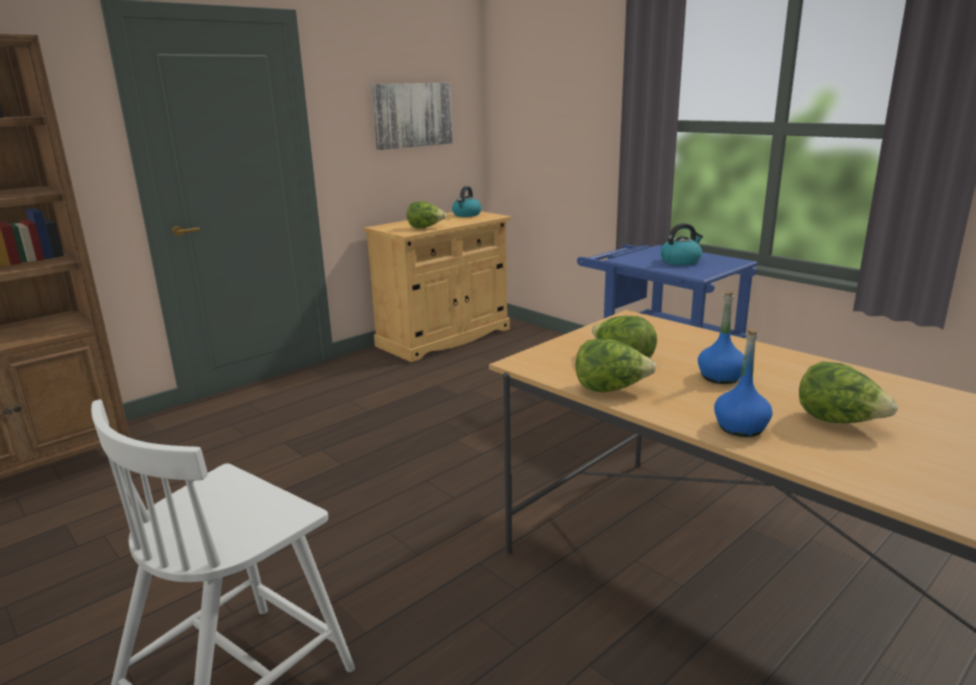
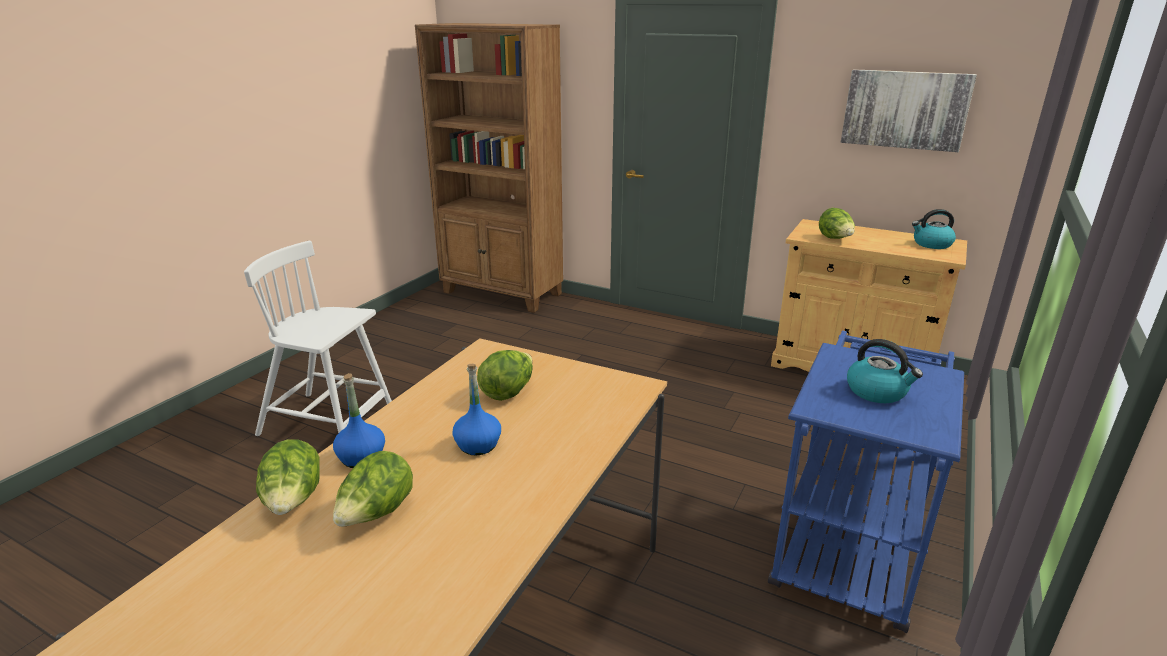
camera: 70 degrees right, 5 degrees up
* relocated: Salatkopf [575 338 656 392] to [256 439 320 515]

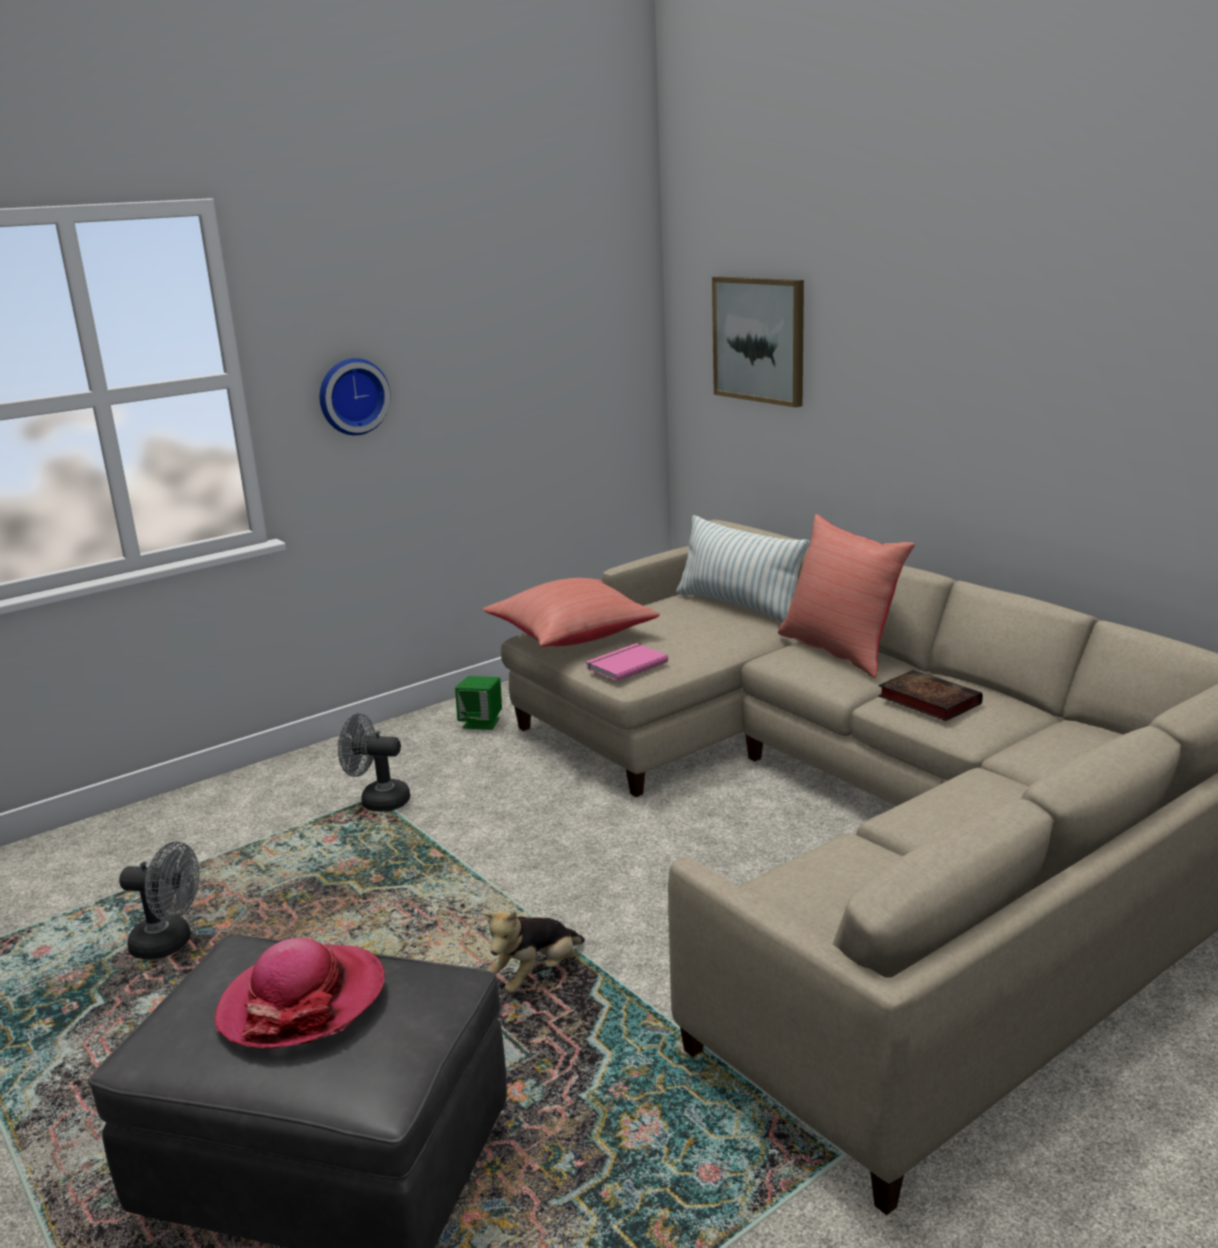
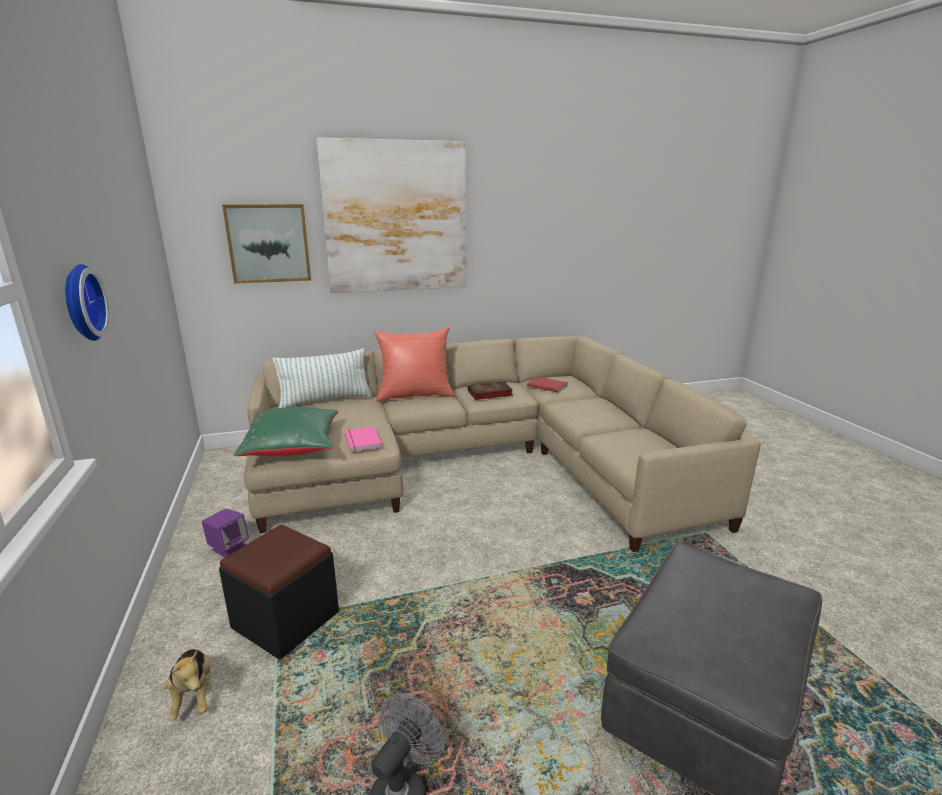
camera: 70 degrees left, 0 degrees up
* missing: Hut [214 938 385 1049]
* appeared: Bild [316 137 466 293]
* appeared: Buch/rot [527 377 568 392]
* relocated: Plüschtier [483 911 585 993] to [162 649 211 721]
* exchanged: Ventilator/grau [338 713 410 811] to Polsterhocker/schwarz [219 525 339 660]
* colour: Lautsprecher/grün [455 676 502 730] to Lautsprecher/lila [202 509 249 557]
* colour: Kissen/rot [483 578 660 647] to Kissen/grün [233 407 338 456]

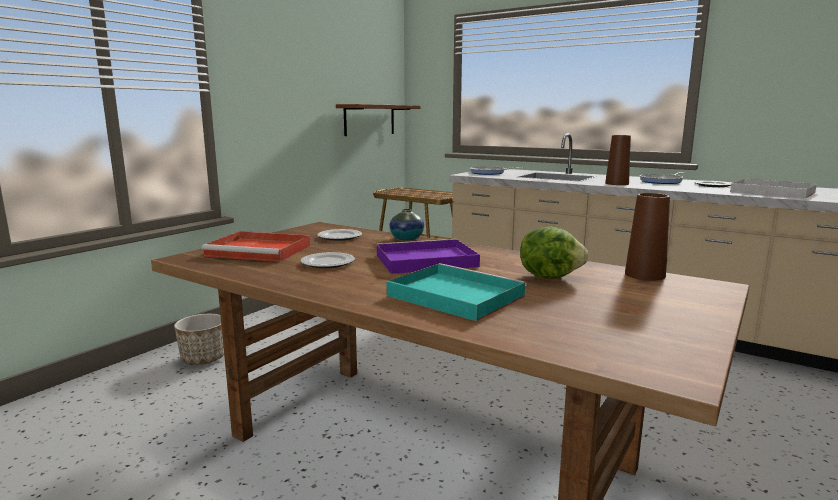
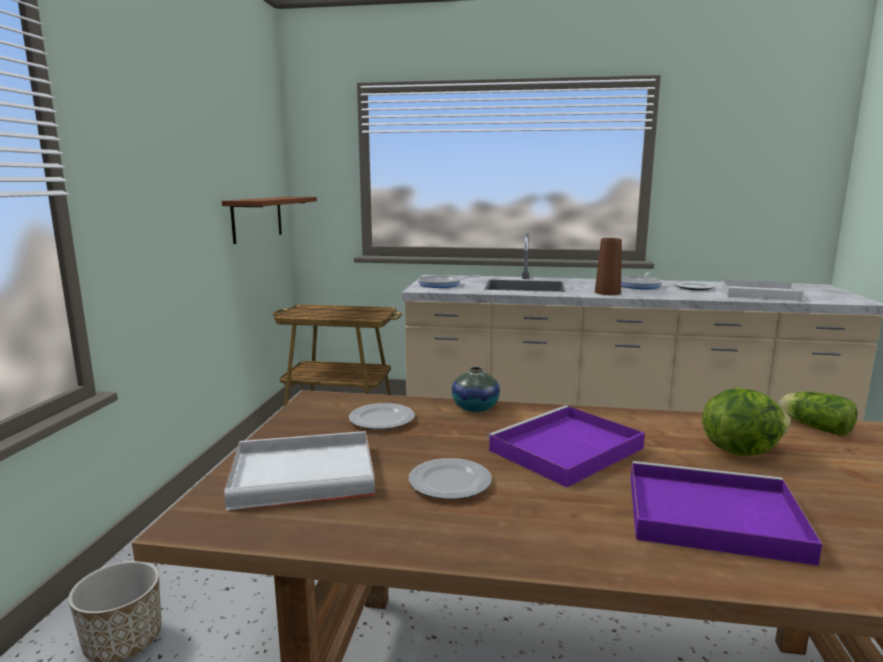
camera: 25 degrees left, 0 degrees up
* exchanged: Vase/braun [625 193 670 281] to Salatkopf [779 391 858 436]
* colour: Tablett/rot [202 231 311 262] to Tablett/weiß [224 431 375 510]
* colour: Tablett/türkis [386 263 527 321] to Tablett/lila [631 461 822 566]

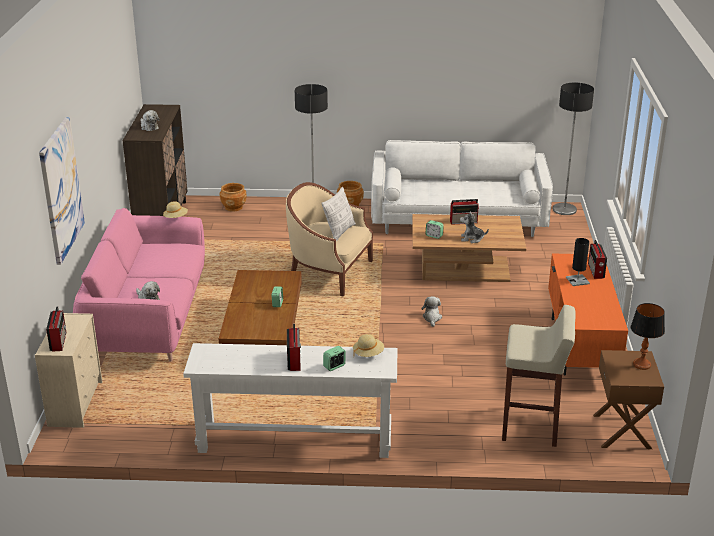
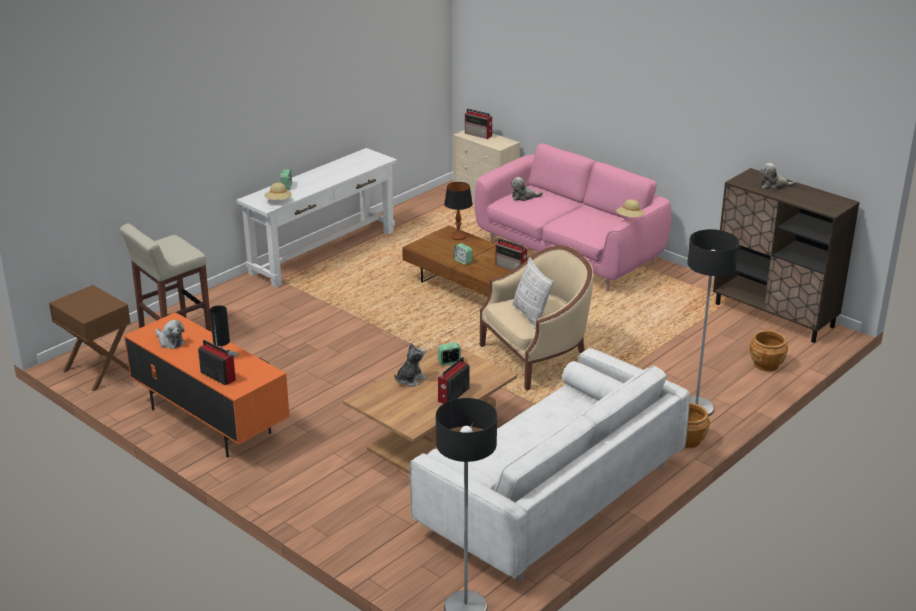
camera: 130 degrees right, 0 degrees up
* missing: Bild [39 117 85 265]
* relocated: Radio [287 324 301 371] to [495 238 527 271]
* relocated: Plüschtier [421 296 442 327] to [156 320 185 349]
* relocated: Tischlampe [631 303 665 370] to [444 182 473 240]

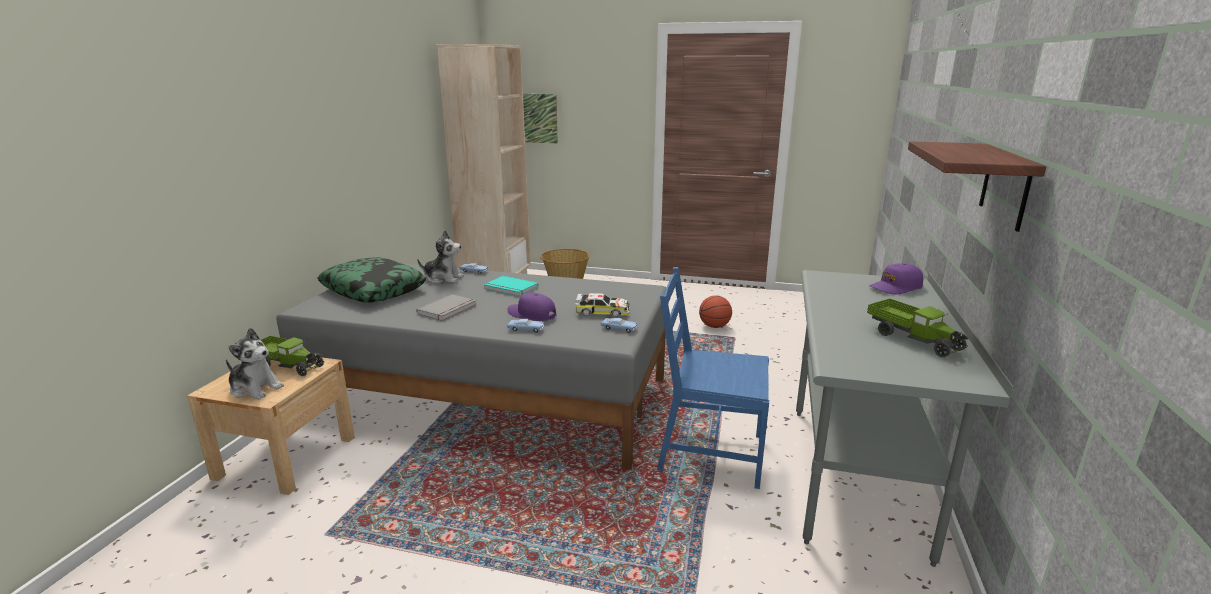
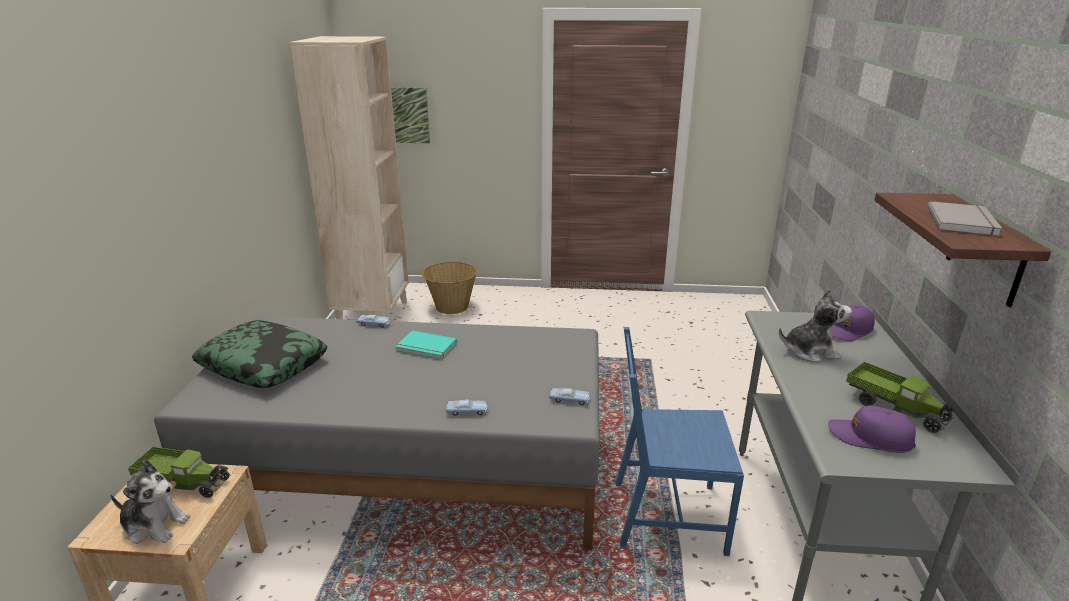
camera: 10 degrees left, 5 degrees up
* missing: Spielzeugauto [575 293 630 317]
* missing: Basketball [699 296 732 328]
* relocated: Buch/grau [416 294 477 321] to [927 201 1003 236]
* relocated: Plüschtier [417 230 464 284] to [779 288 852 362]
* relocated: Kappe/lila [507 292 556 321] to [828 406 916 453]

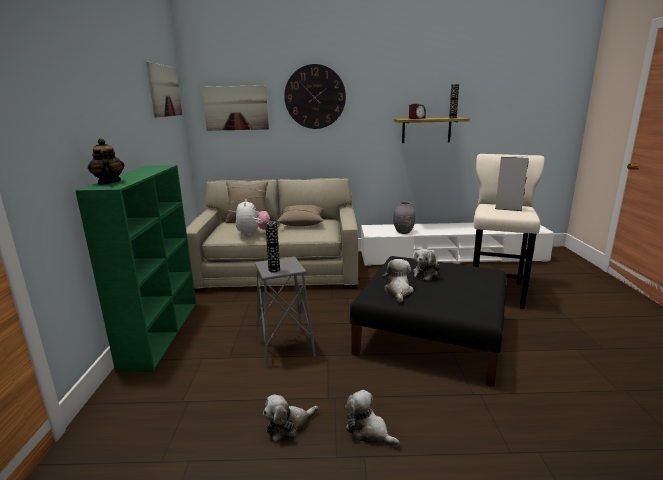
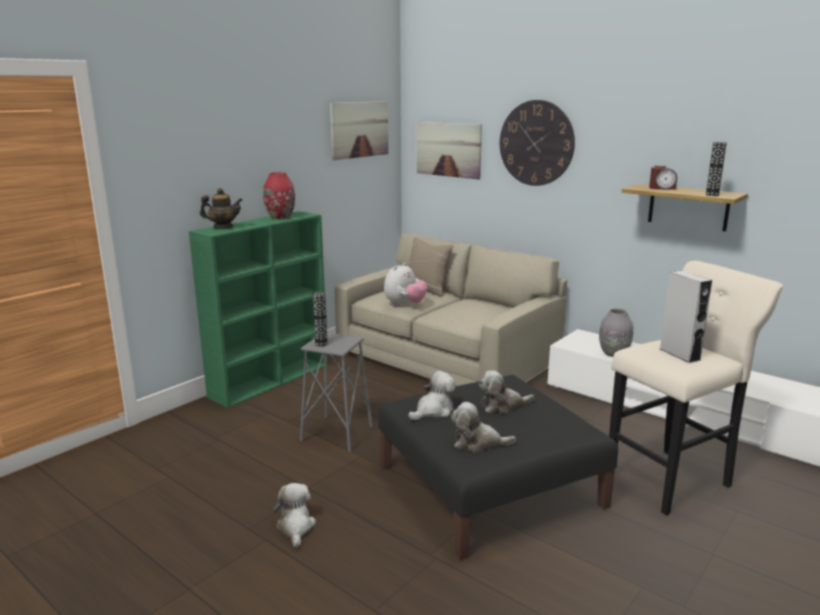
camera: 40 degrees right, 0 degrees up
* missing: Kissen/beige [276 205 324 226]
* appeared: Vase/rot [263 172 295 219]
* relocated: Plüschtier [263 395 318 442] to [451 402 516 453]
* spun: Teekanne [88 138 124 184] = [200 188 243 228] 75 degrees clockwise

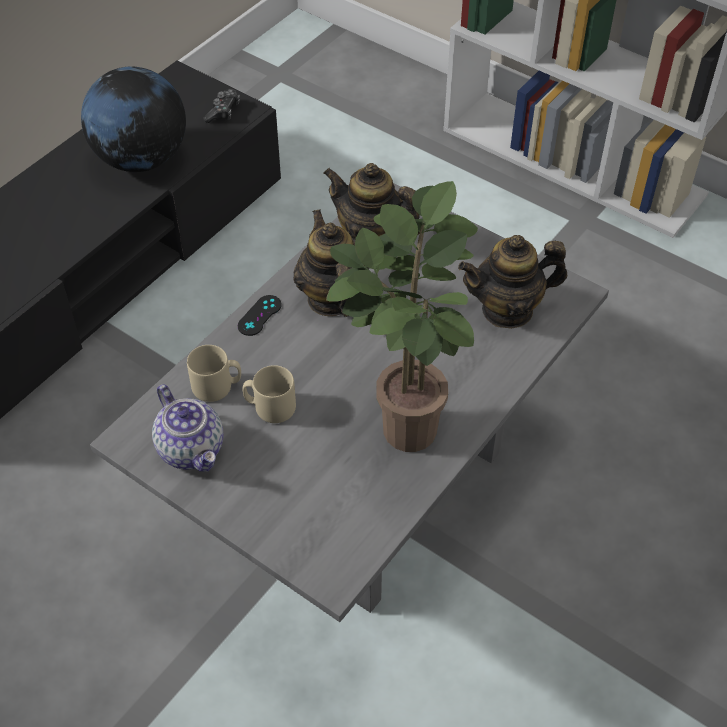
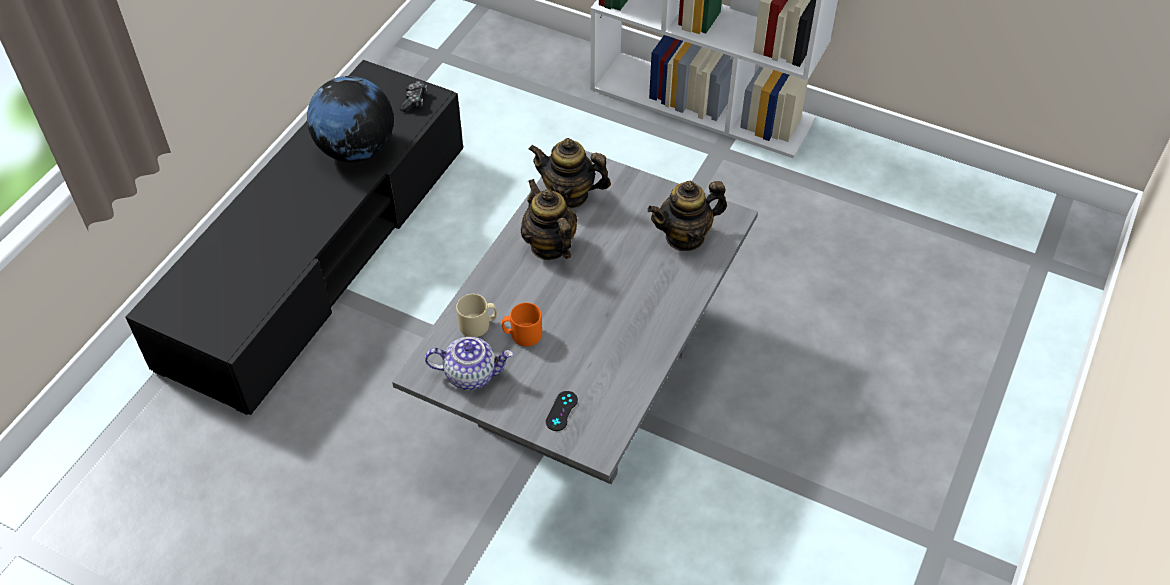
camera: 10 degrees left, 0 degrees up
* missing: Topfpflanze [326 181 478 452]
* relocated: Gamepad/schwarz [238 295 282 336] to [546 391 578 431]
* colour: Henkelbecher/beige [243 365 296 423] to Henkelbecher/orange [502 303 542 347]
* spun: Teekanne [152 384 223 472] = [425 337 513 390] 45 degrees counterclockwise

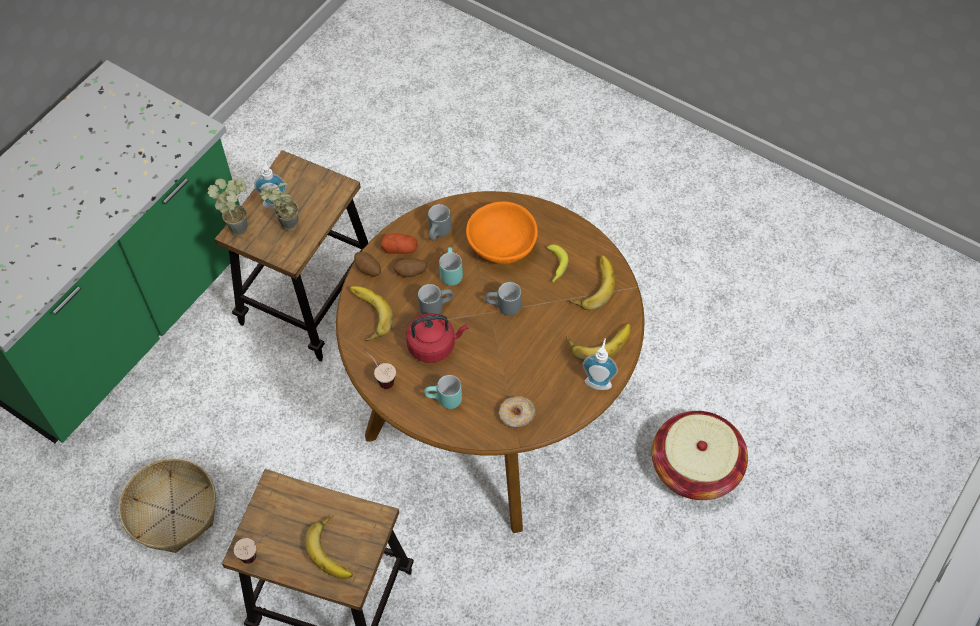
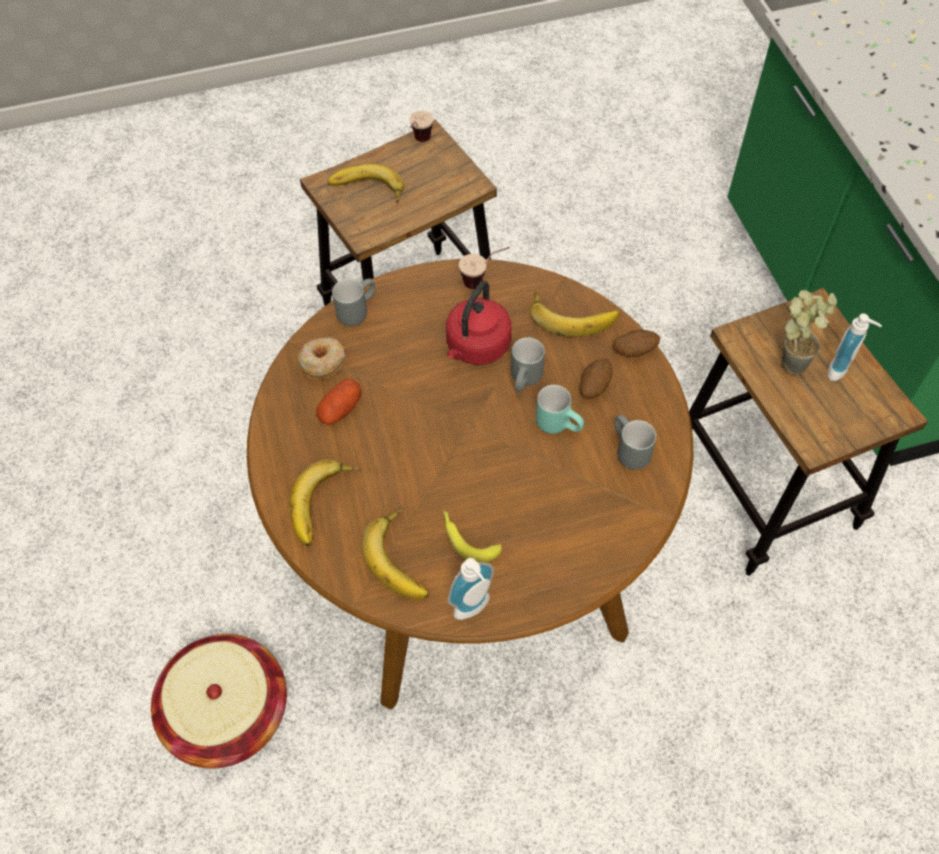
camera: 130 degrees right, 0 degrees up
* missing: Korb [119 458 216 553]
* missing: Topfpflanze [208 177 248 236]
* missing: Henkelbecher/türkis [424 375 462 409]
* missing: Schüssel/orange [466 201 538 264]
* relocated: Kartoffel [381 233 418 254] to [316 379 361 425]
* relocated: Henkelbecher/grau [485 282 521 316] to [332 278 375 326]
* relocated: Seifenspender [583 339 618 390] to [448 558 494 620]

